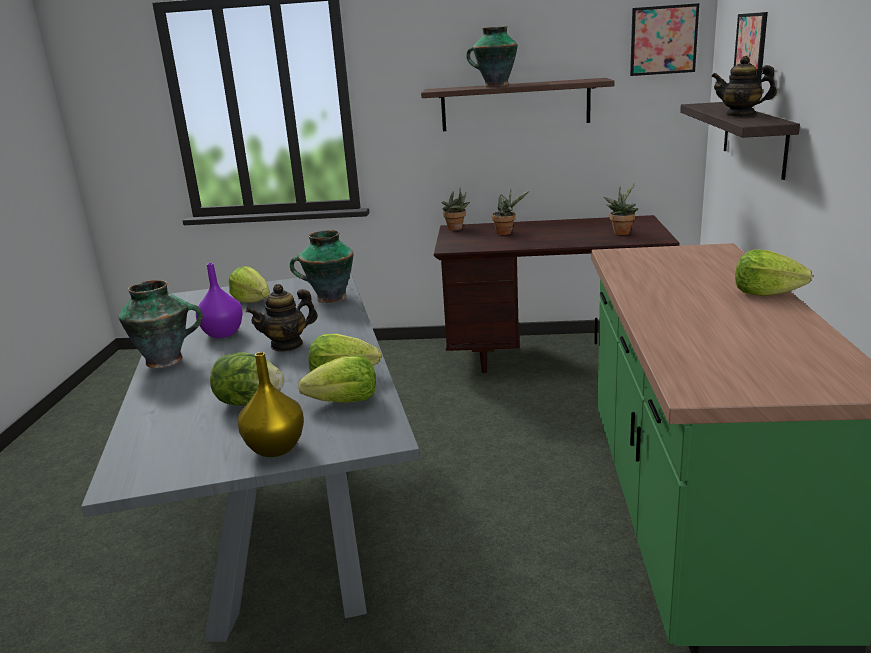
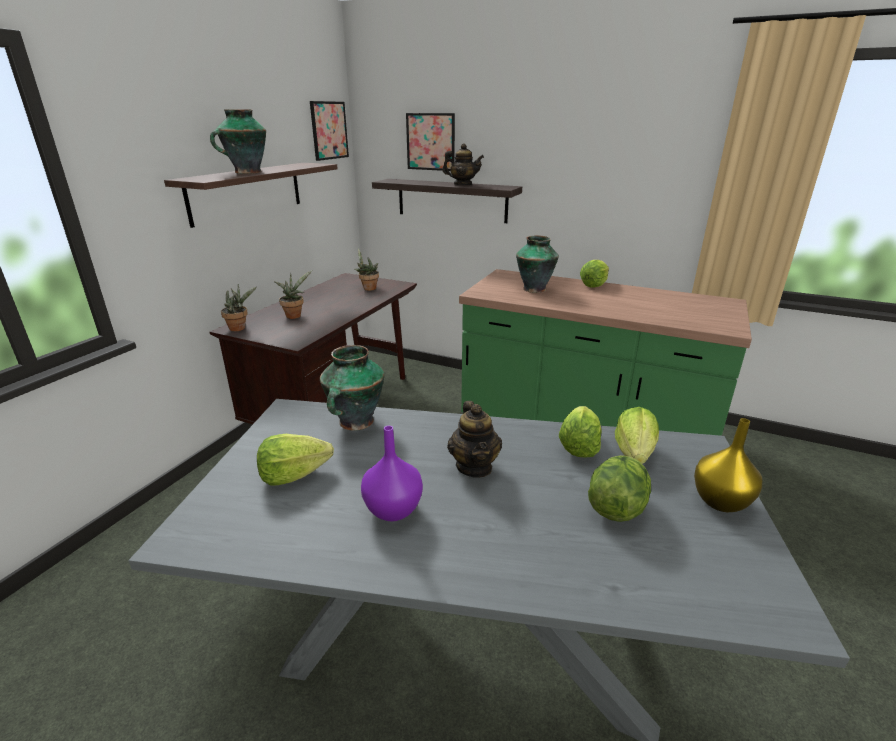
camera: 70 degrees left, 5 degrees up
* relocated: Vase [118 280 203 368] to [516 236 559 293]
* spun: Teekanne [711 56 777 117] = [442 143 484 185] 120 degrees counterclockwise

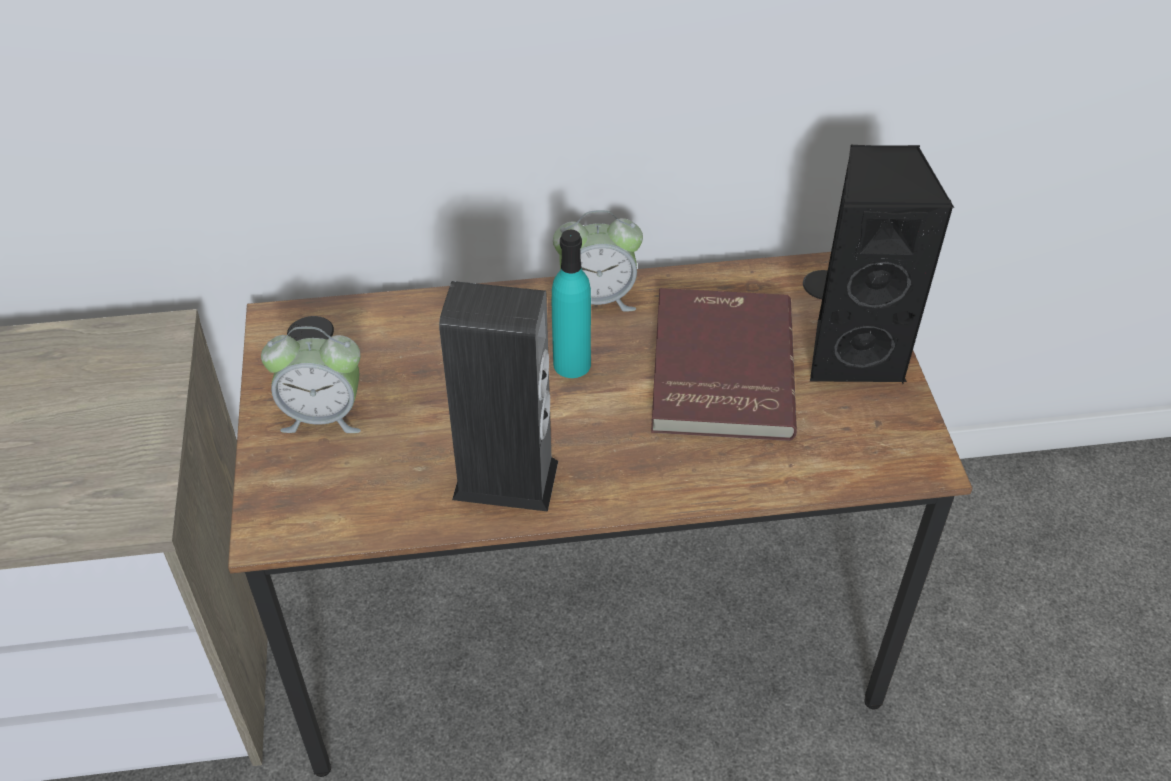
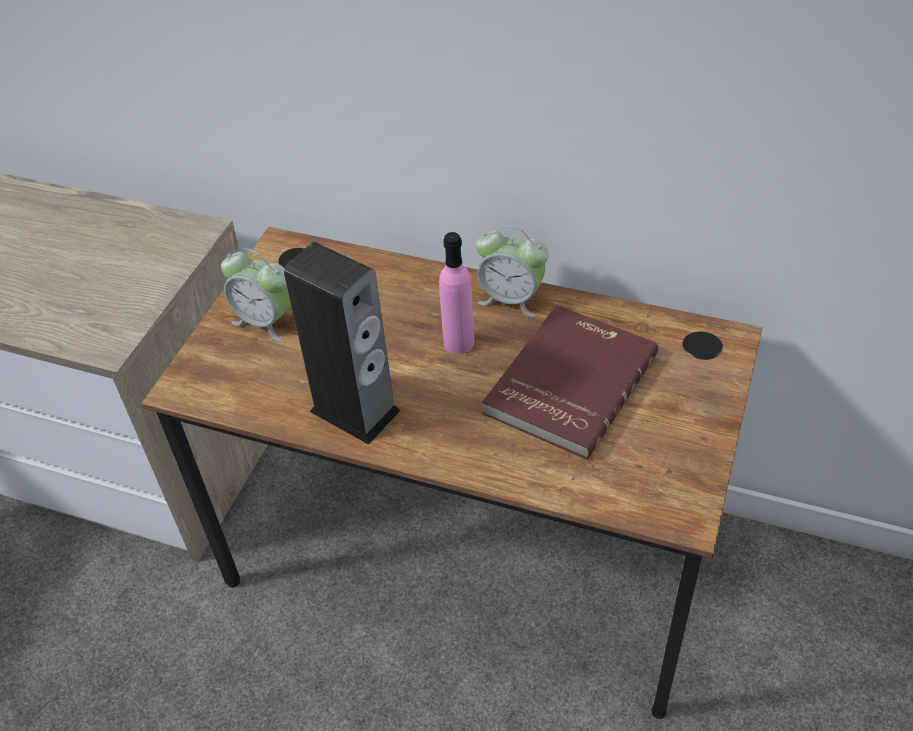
camera: 30 degrees right, 0 degrees up
* missing: Lautsprecher/schwarz [810 145 954 384]
* colour: Flasche/türkis [552 229 591 378] to Flasche/rosa [439 232 474 354]

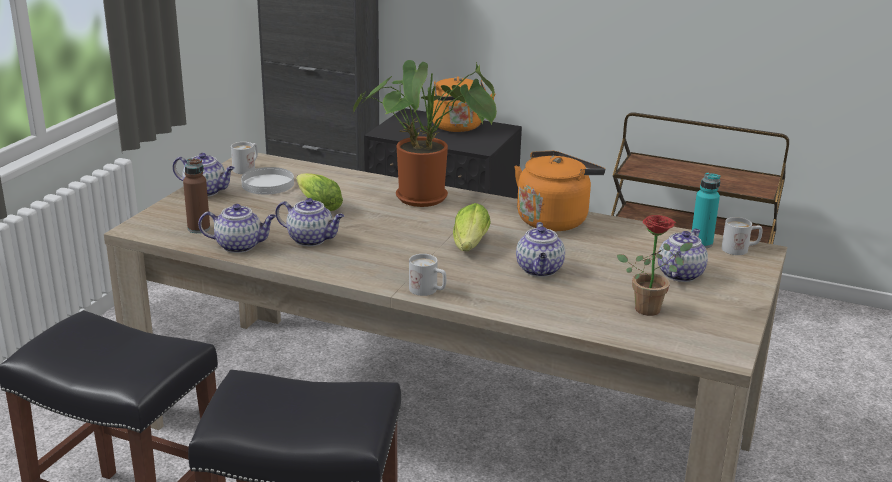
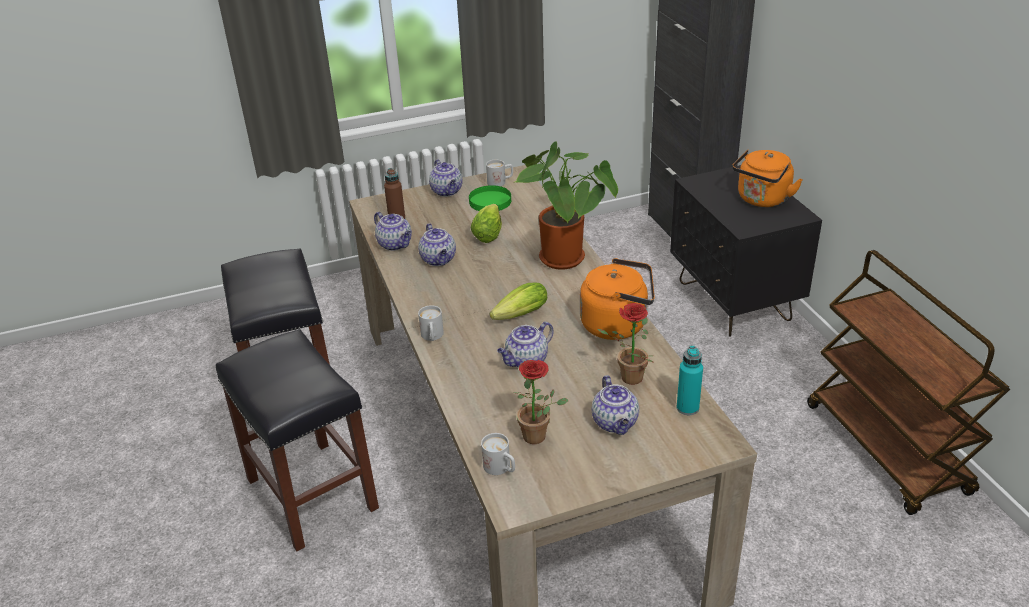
camera: 50 degrees right, 10 degrees up
* appeared: Topfpflanze [597 303 653 385]
* relocated: Henkelbecher/weiß [722 217 762 255] to [481 433 515 475]
* colour: Teller/weiß [241 167 294 195] to Teller/grün [469 185 511 211]
* spun: Teekanne [658 229 708 282] = [592 375 639 435] 90 degrees clockwise

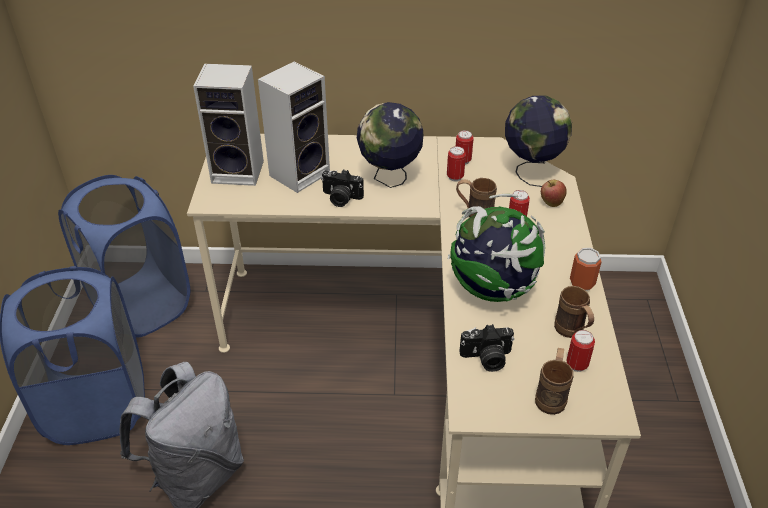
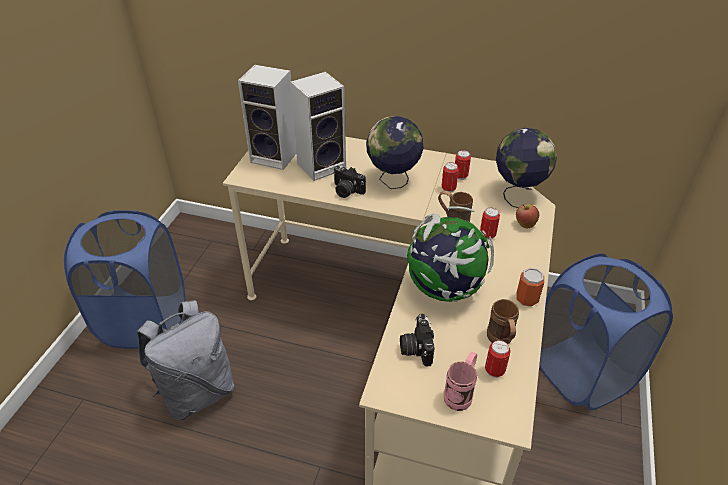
camera: 15 degrees right, 0 degrees up
* relocated: Wäschekorb/blau [58 175 190 338] to [539 253 673 410]
* colour: Henkelbecher/braun [535 348 573 415] to Henkelbecher/rosa [444 352 477 411]
* spun: Kamera [459 324 515 372] = [400 314 435 367] 75 degrees clockwise

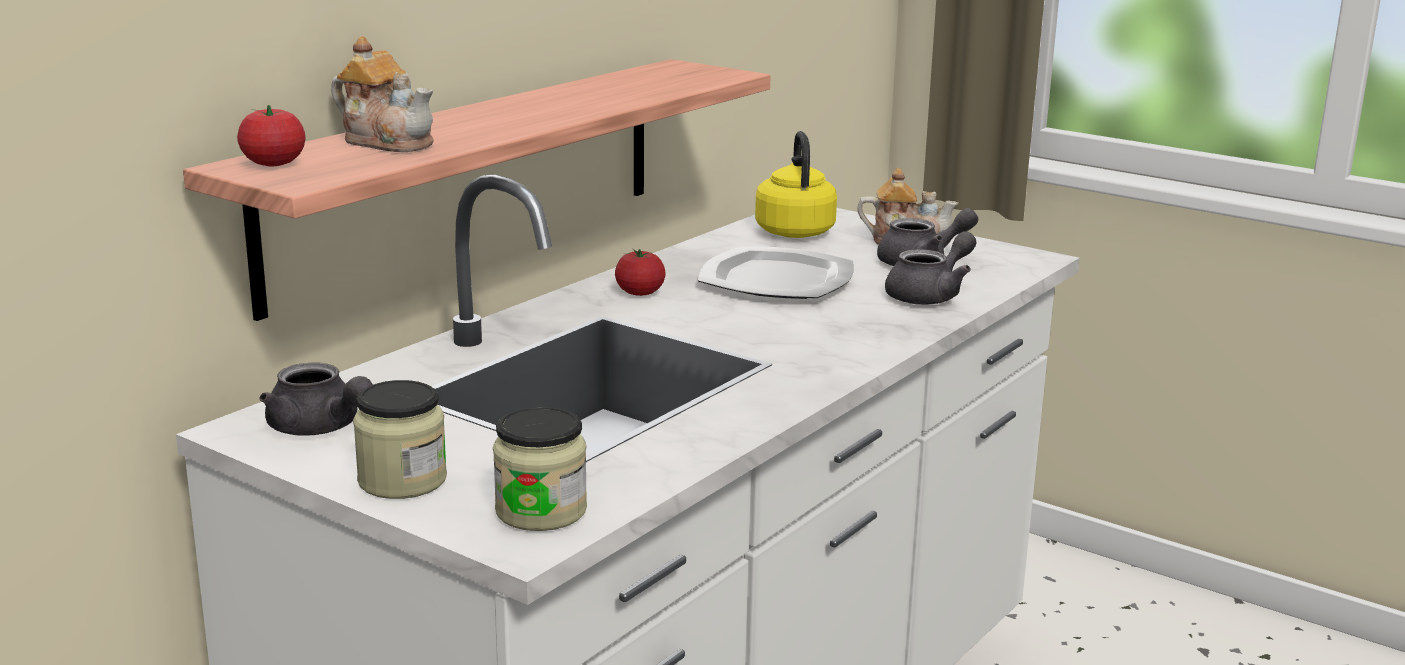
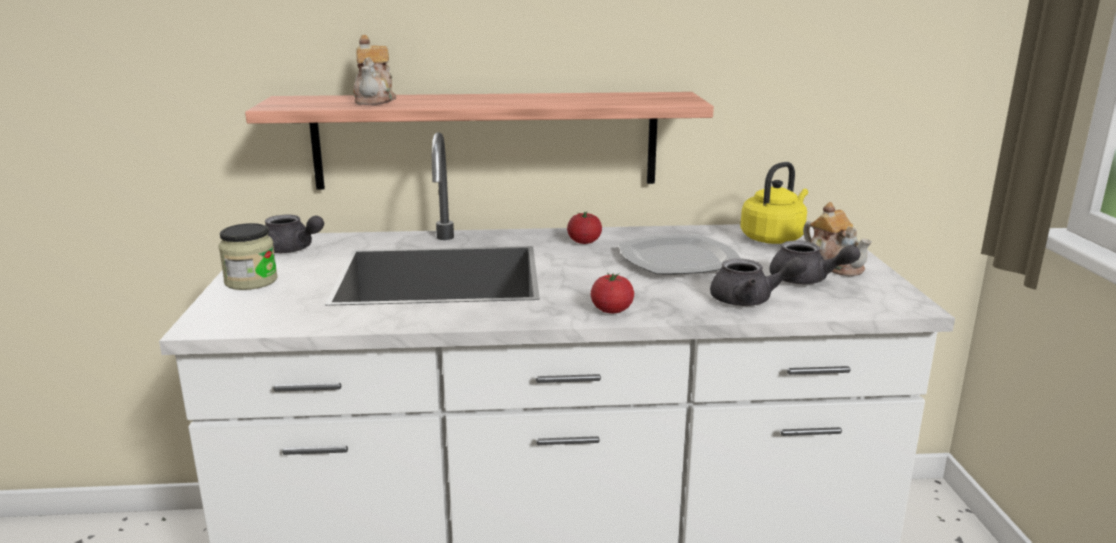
camera: 50 degrees right, 0 degrees up
* missing: Vorratsglas [493 407 587 531]
* relocated: Tomate [237 105 306 166] to [591 273 634 313]
* spun: Teekanne/grau [259 362 373 436] = [265 215 324 253] 60 degrees counterclockwise

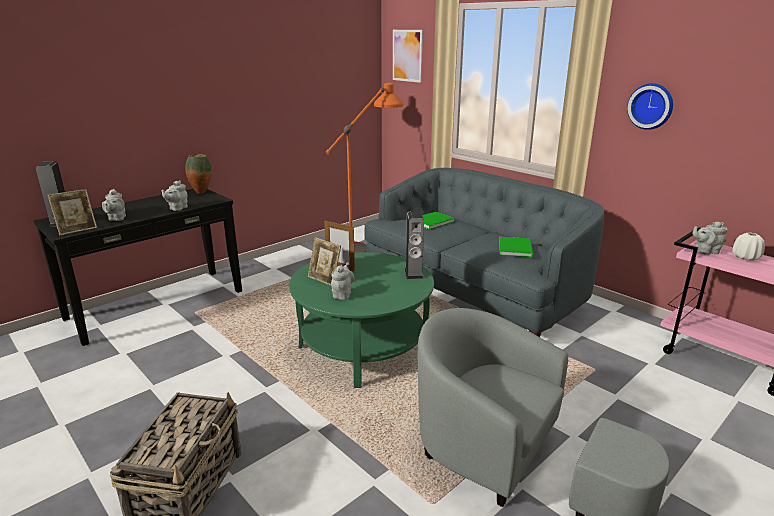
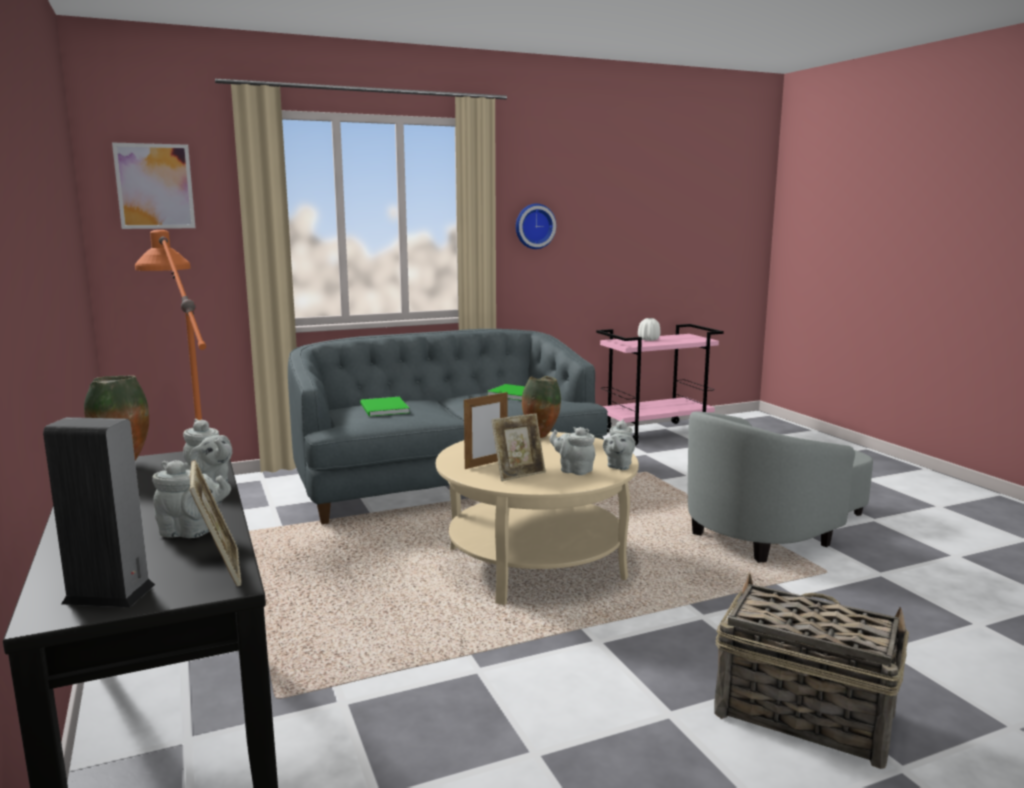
camera: 70 degrees left, 10 degrees down
* relocated: Teekanne/grau [693 221 728 255] to [603 420 635 470]
* exchanged: Lautsprecher [405 211 424 279] to Vase [522 376 561 438]
* colour: Couchtisch/grün [289 252 434 388] to Couchtisch/beige [436 432 639 605]

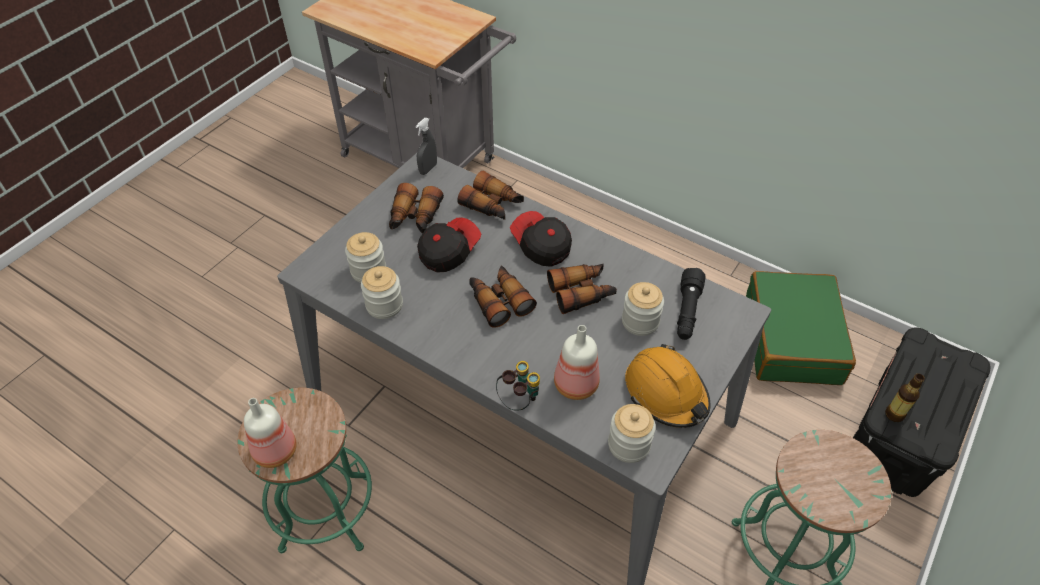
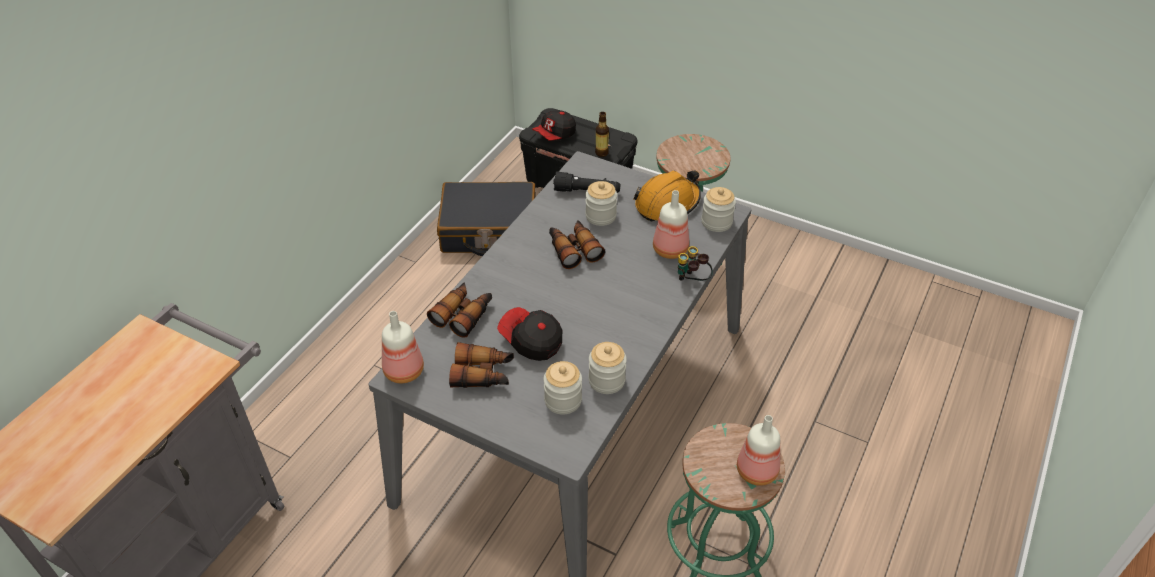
camera: 95 degrees left, 5 degrees down
* missing: Fernglas [469 266 537 328]
* relocated: Kappe [510 211 572 267] to [532 110 576 141]
* exchanged: Sprühflasche/grau [415 118 437 175] to Flasche [382 311 424 383]
* colour: Koffer/grün [746 271 856 385] to Koffer/schwarz [437 182 536 256]

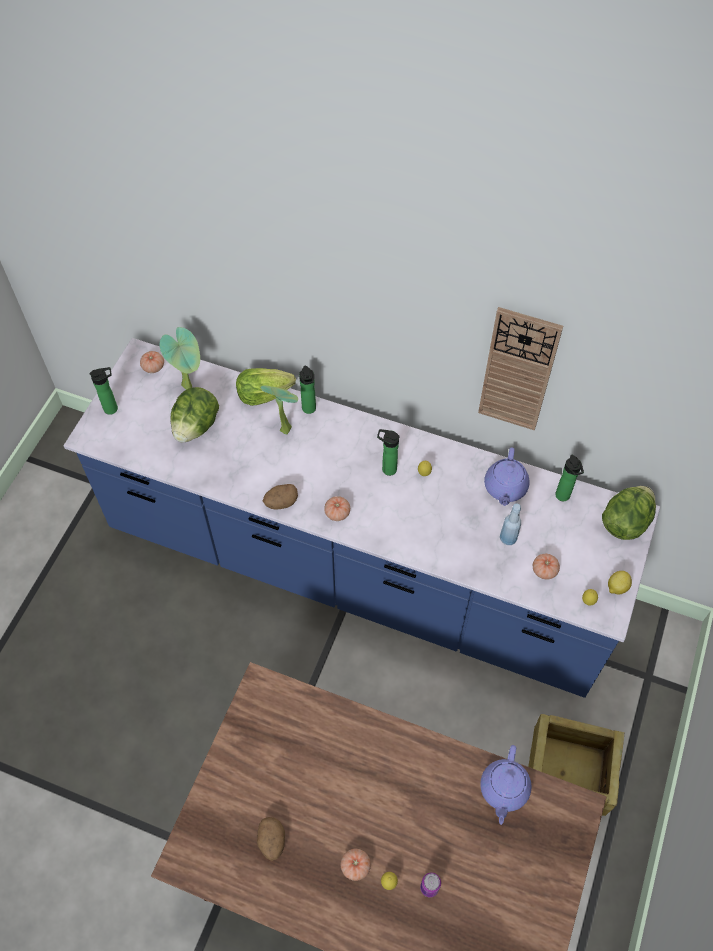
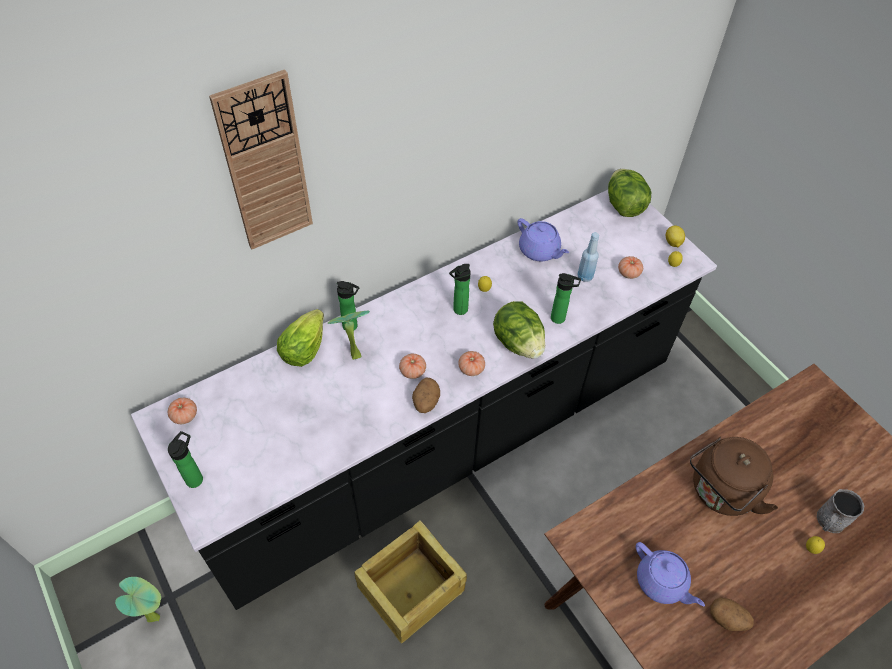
camera: 55 degrees left, 5 degrees down
* appeared: Wasserkessel/braun [690 437 778 516]
* relocated: Topfpflanze [160 327 200 390] to [115 577 161 622]
* relocated: Salatkopf [171 387 219 442] to [493 301 545 358]
* relocated: Tomate [341 848 371 881] to [399 354 426 379]
* relocated: Wanduhr [478 307 563 430] to [209 69 313 249]
* relocated: Teekanne/lila [480 745 531 825] to [636 542 705 606]
* relocated: Kiste [528 714 625 816] to [354 520 467 644]
* relocated: Flasche [555 455 584 501] to [551 273 581 324]
* exchanged: Dose [420 873 441 898] to Henkelbecher/grau [817 489 864 533]
* colour: Küchenzeile/blau [64 338 660 698] to Küchenzeile/schwarz [131 190 717 610]

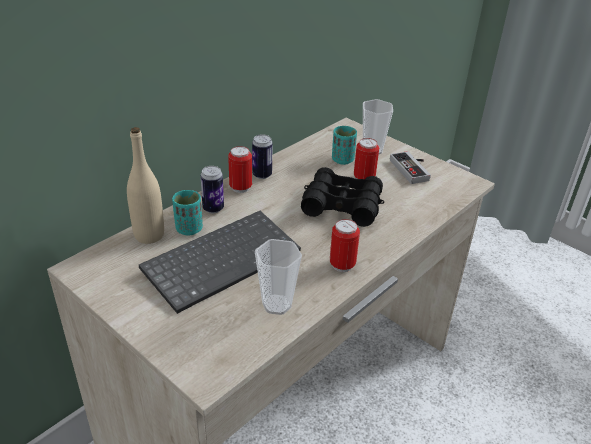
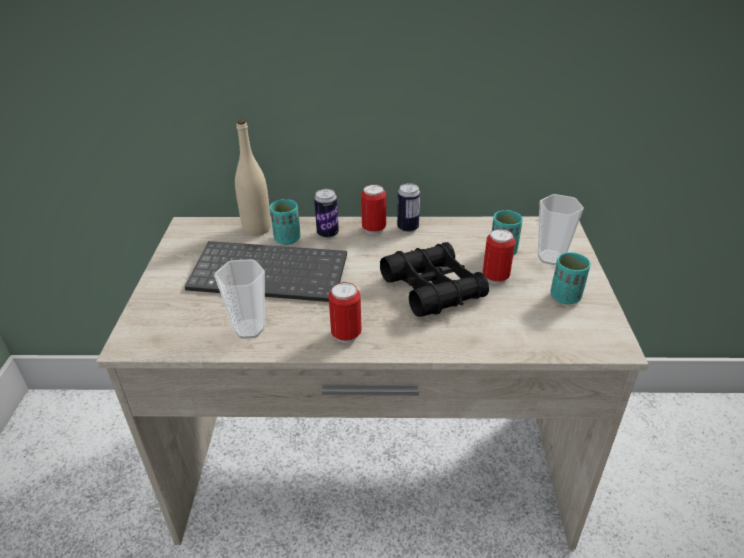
camera: 50 degrees right, 0 degrees up
* exchanged: Gamepad [390 151 431 184] to Tasse/türkis [551 252 590 304]

